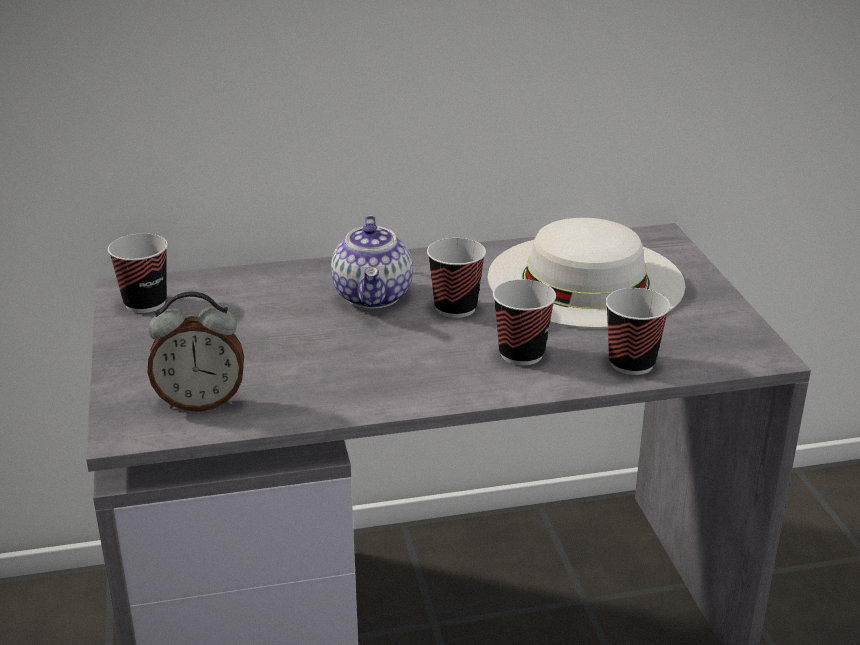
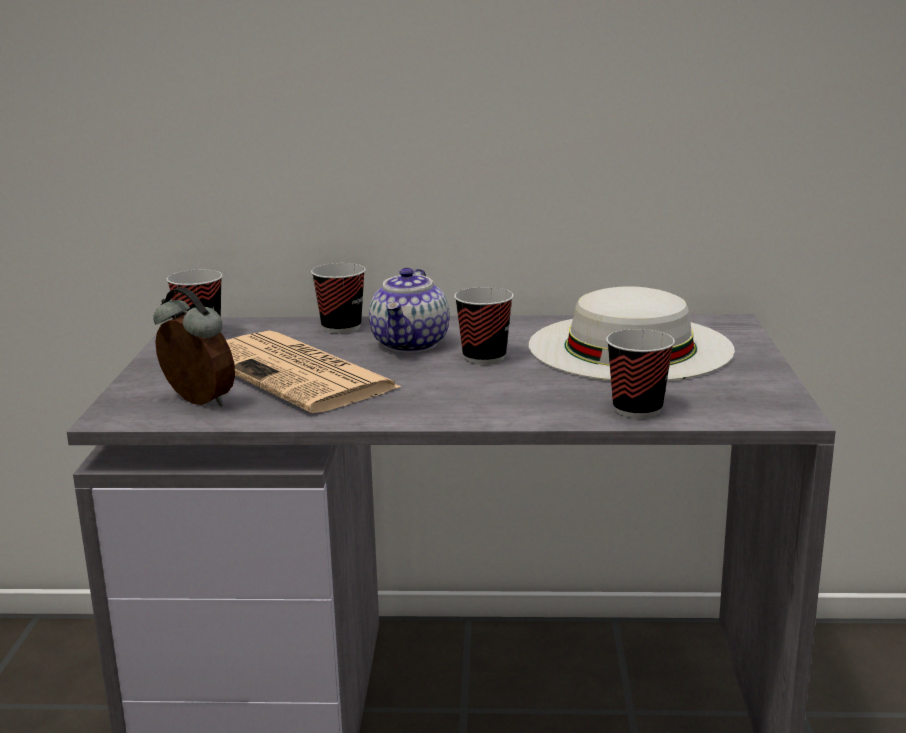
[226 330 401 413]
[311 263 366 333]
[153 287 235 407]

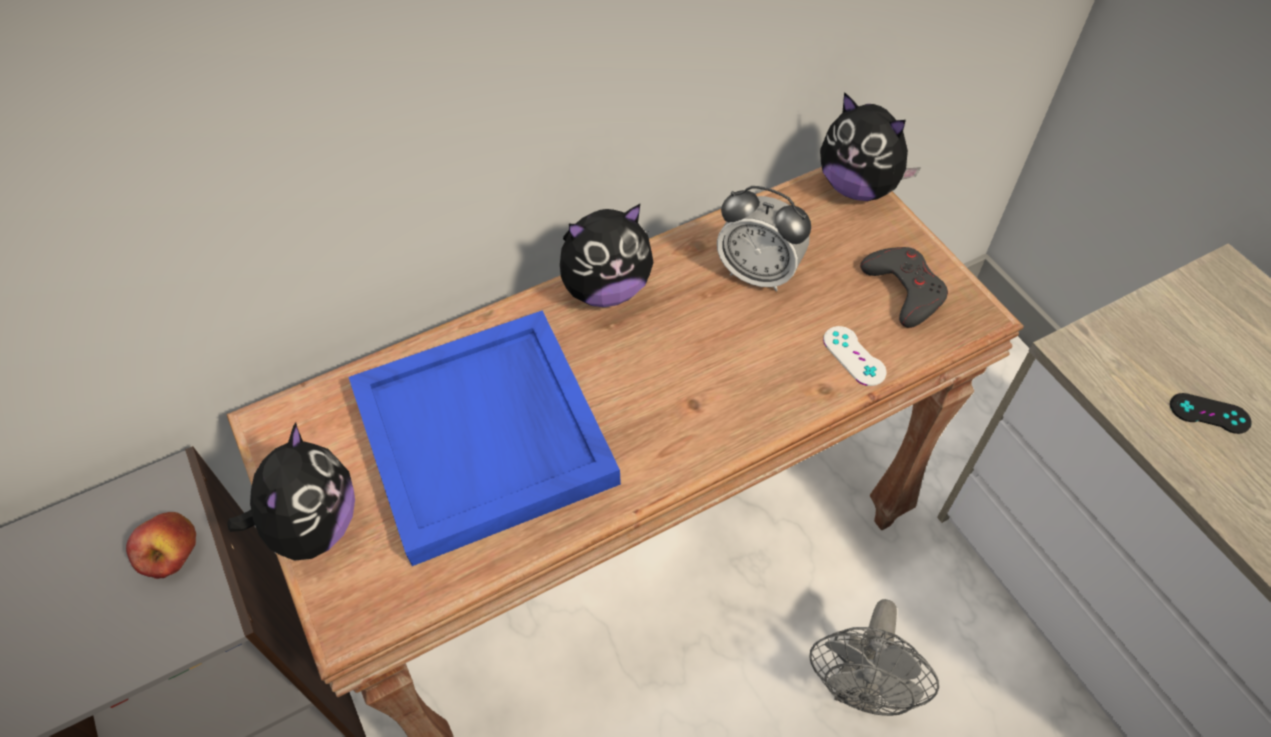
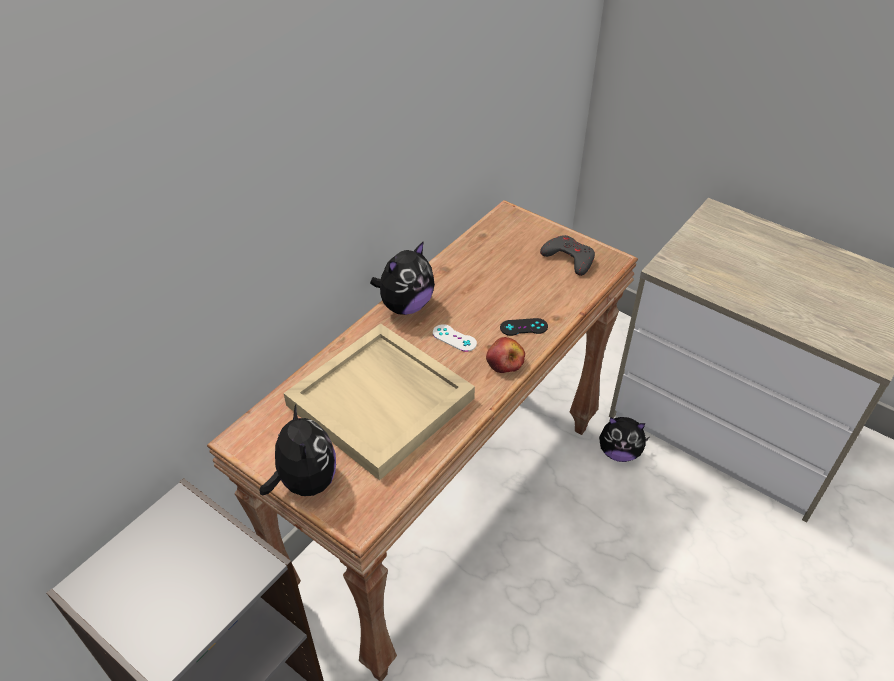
[717 186 811 291] (first image)
[809 599 939 716] (first image)
[486 337 525 373]
[599 417 649 462]
[433 324 477 352]
[500 318 548 336]
[284 323 475 480]

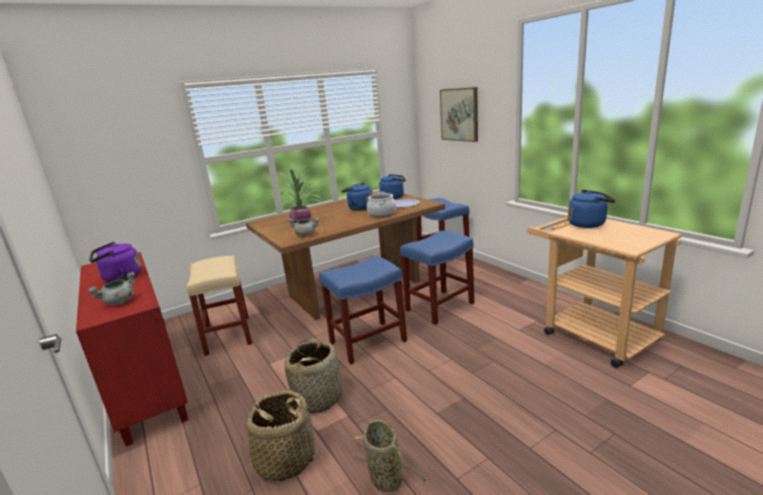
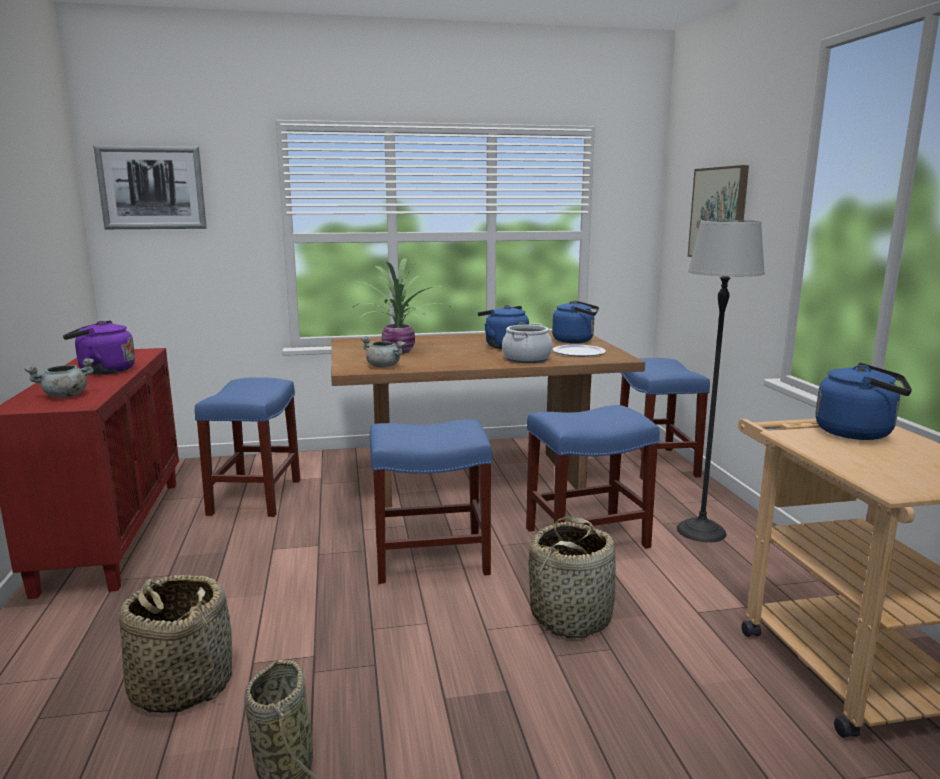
[93 145 207 229]
[677 220 765 542]
[529 517 616 639]
[195 377 300 517]

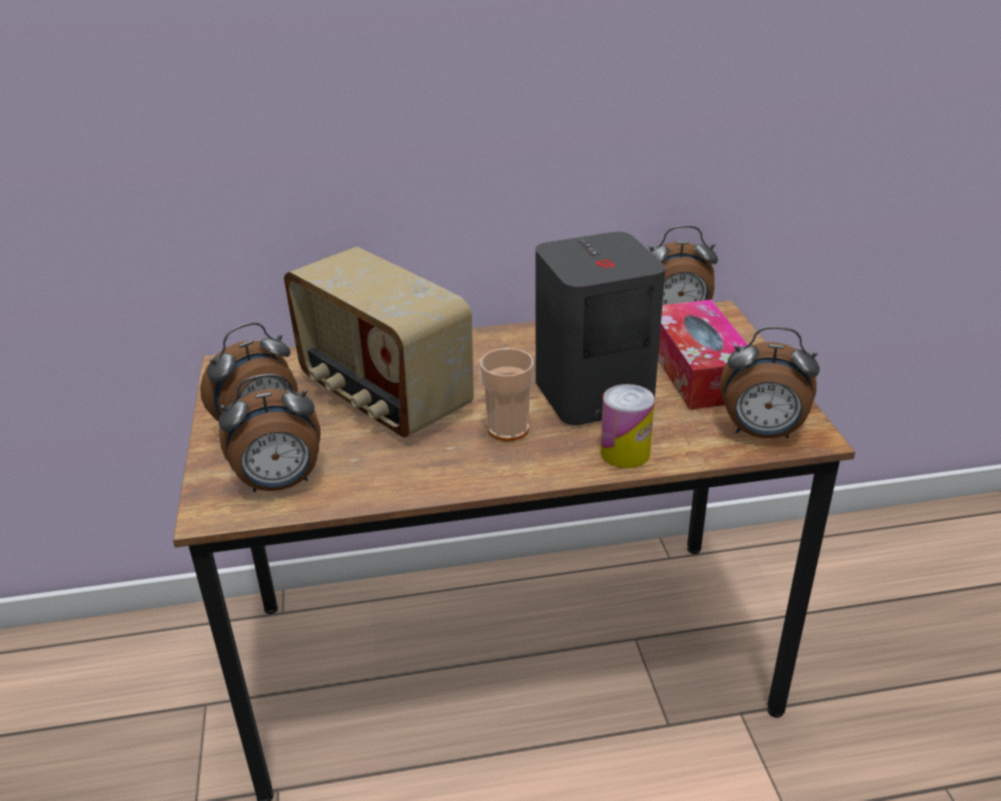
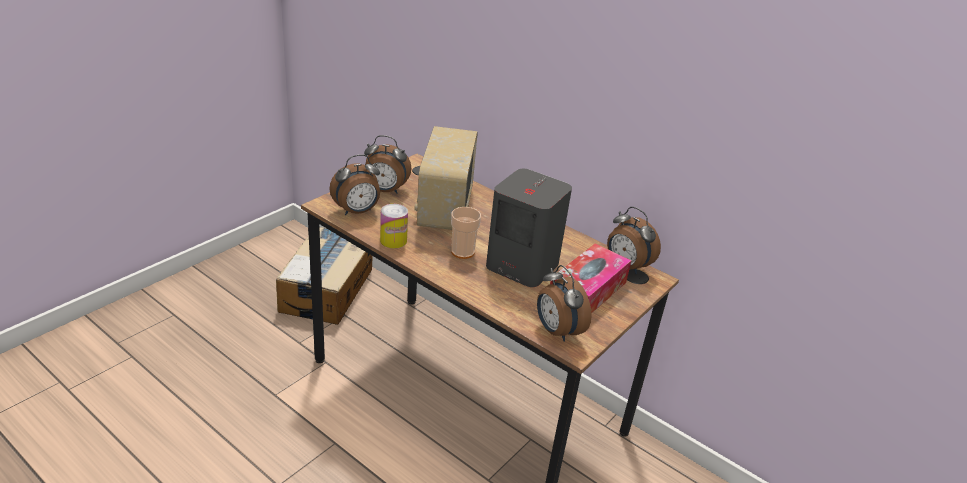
[276 227 372 325]
[380 204 408 248]
[329 154 380 215]

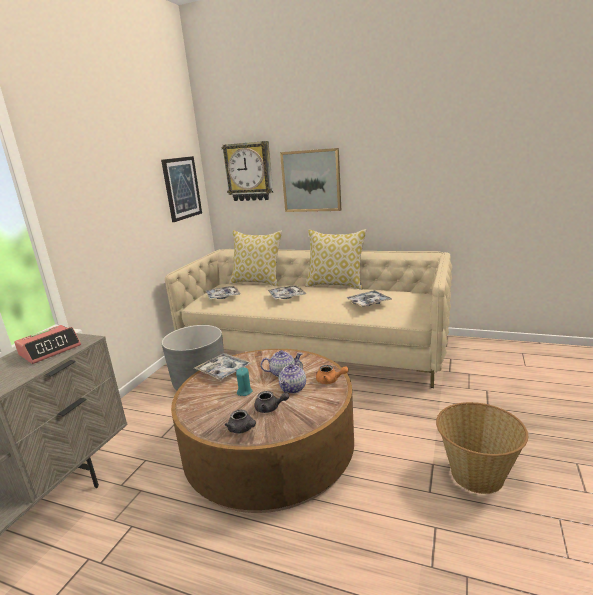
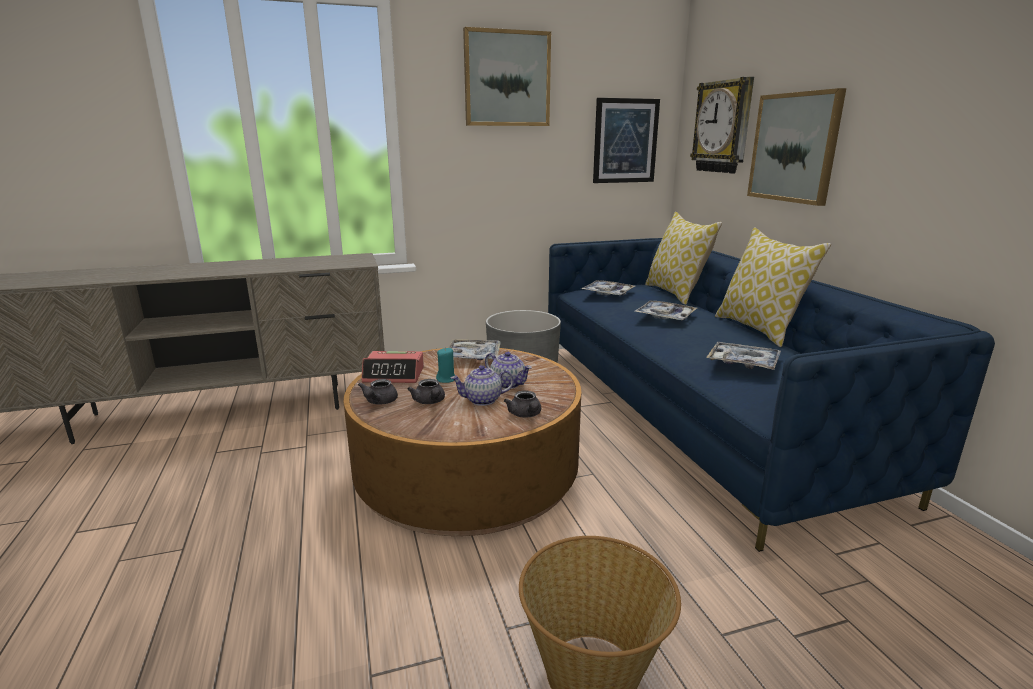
[463 27 551 126]
[361 351 424 383]
[548 238 995 552]
[504 390 541 418]

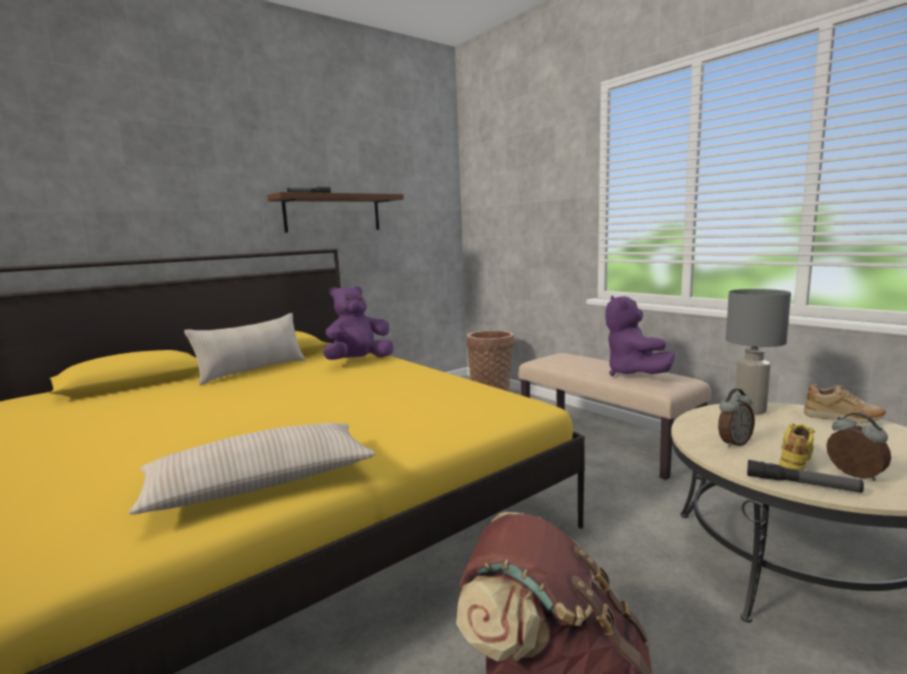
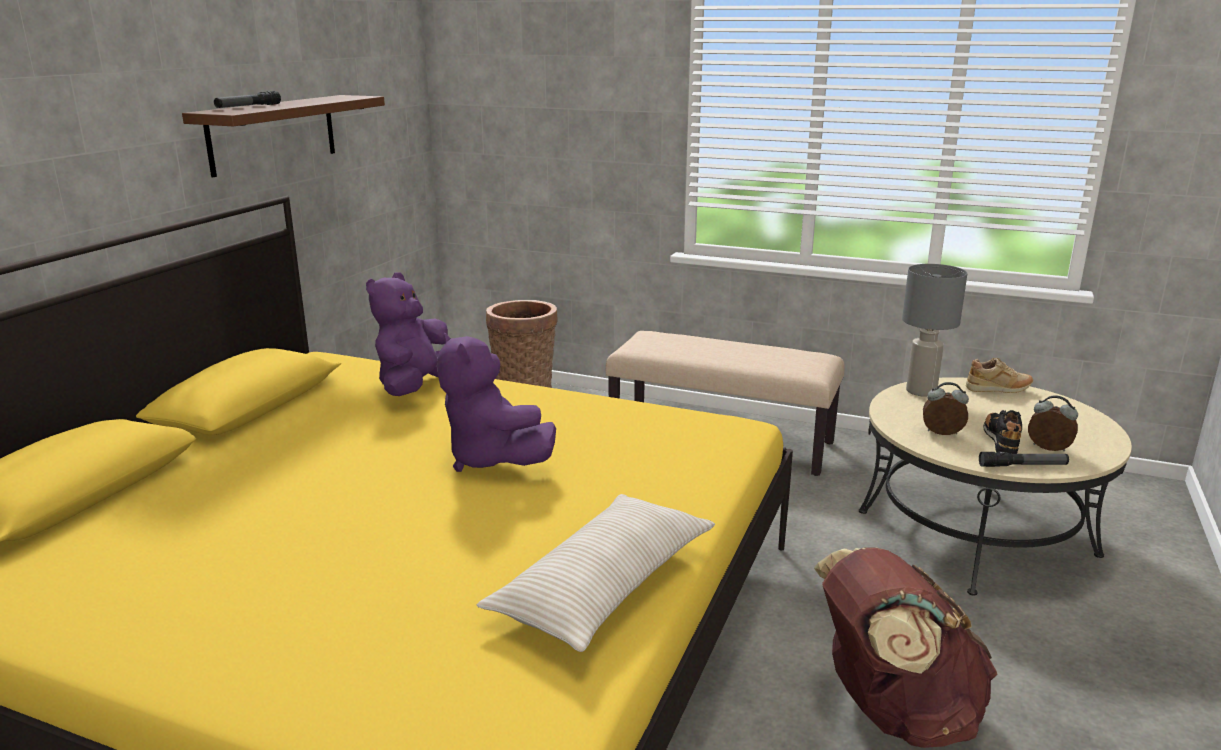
[184 313 305 385] (first image)
[437 333 556 472]
[983 410 1022 454]
[923 382 969 435]

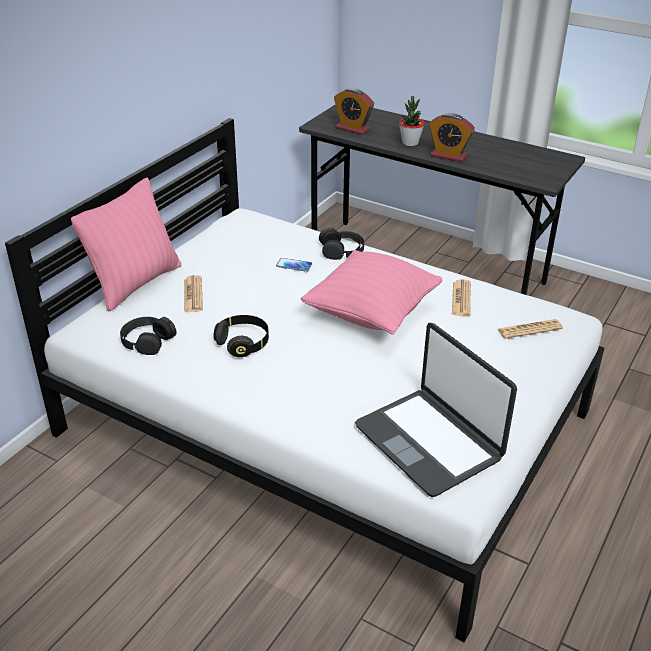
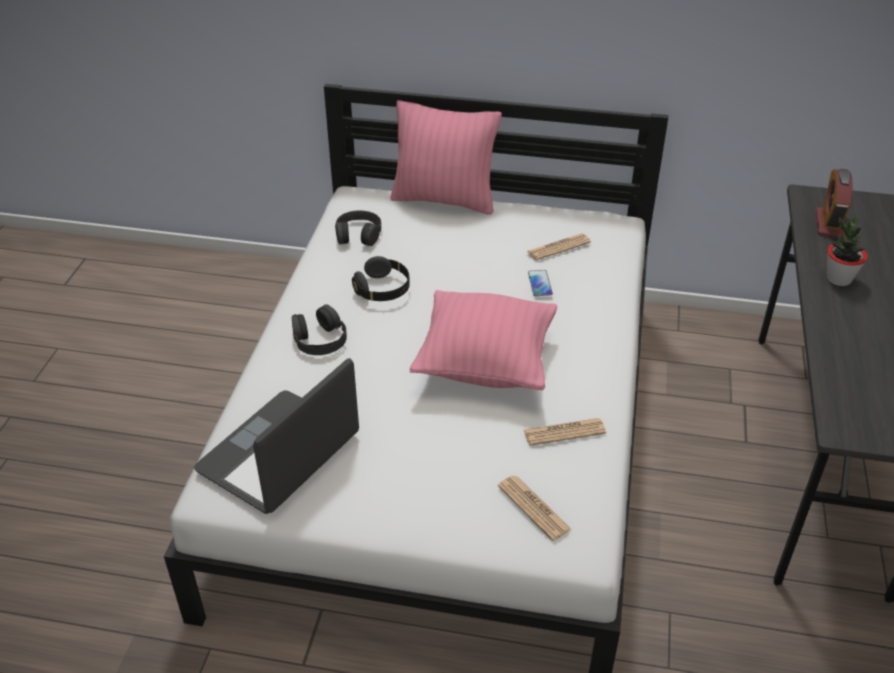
[429 113 475 162] (first image)
[526 233 591 260]
[292 304 347 355]

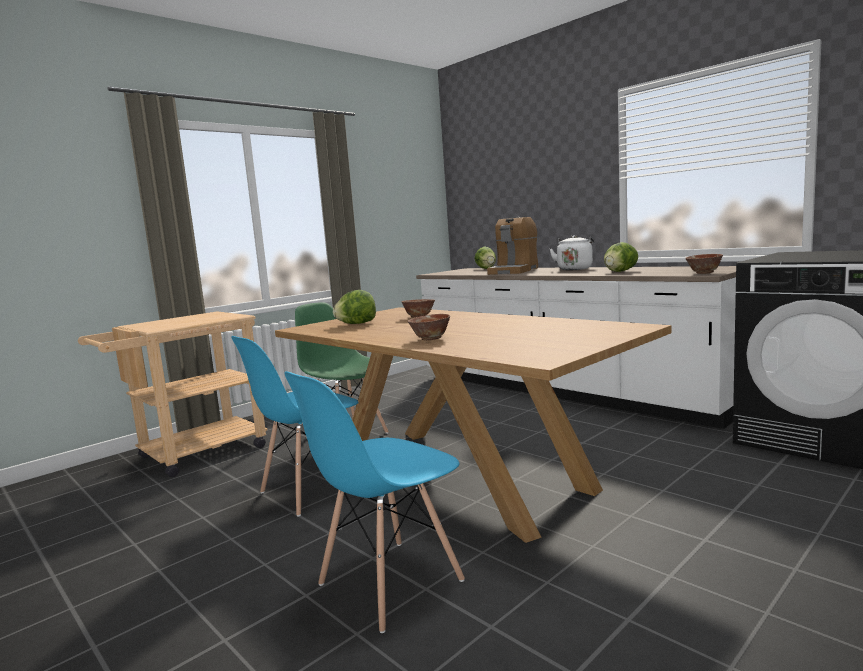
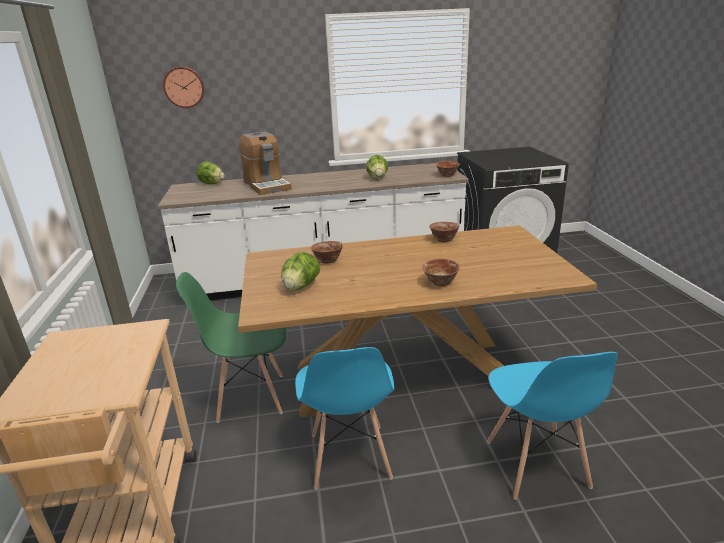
[550 235 594 270] (first image)
[163 67 205 108]
[429 222 460 242]

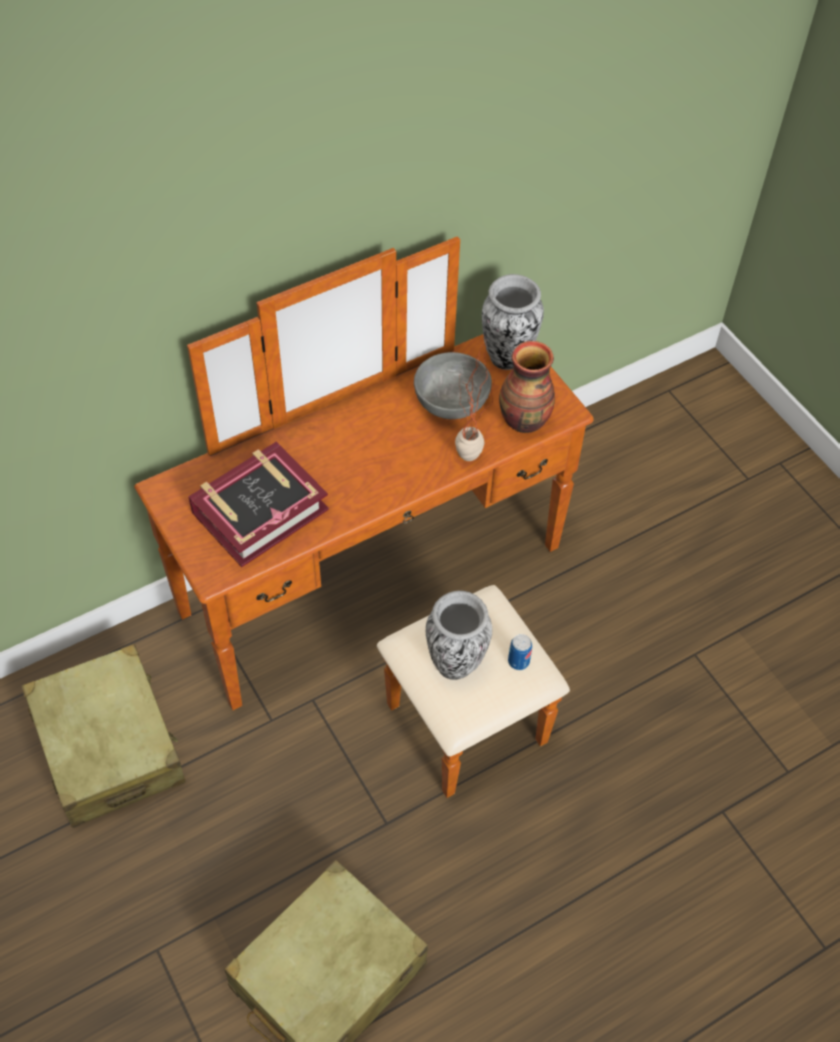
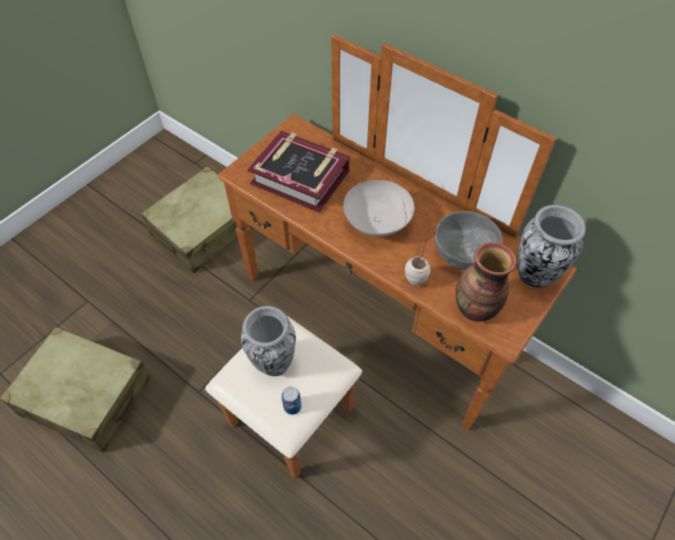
[343 180 414 236]

